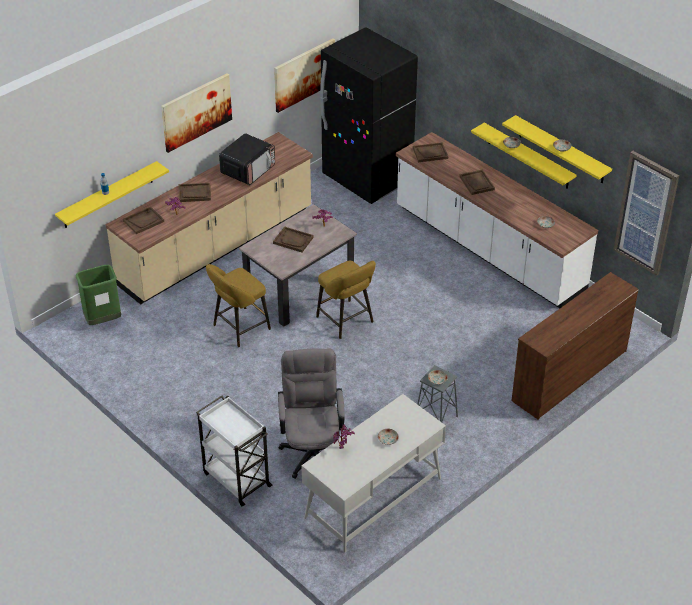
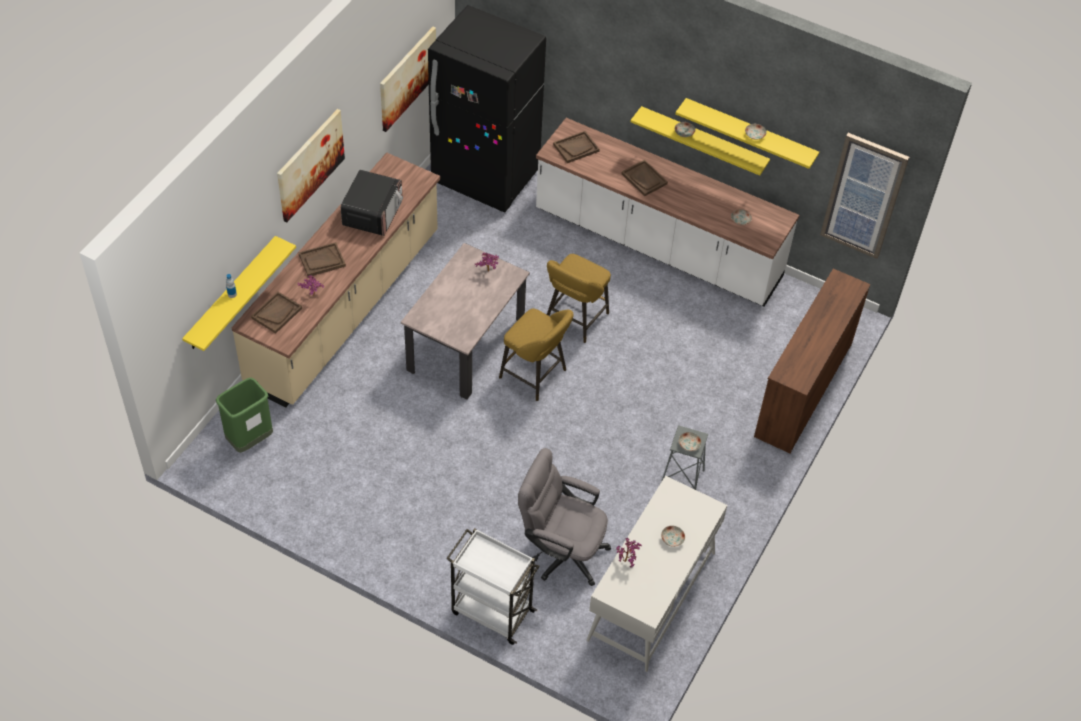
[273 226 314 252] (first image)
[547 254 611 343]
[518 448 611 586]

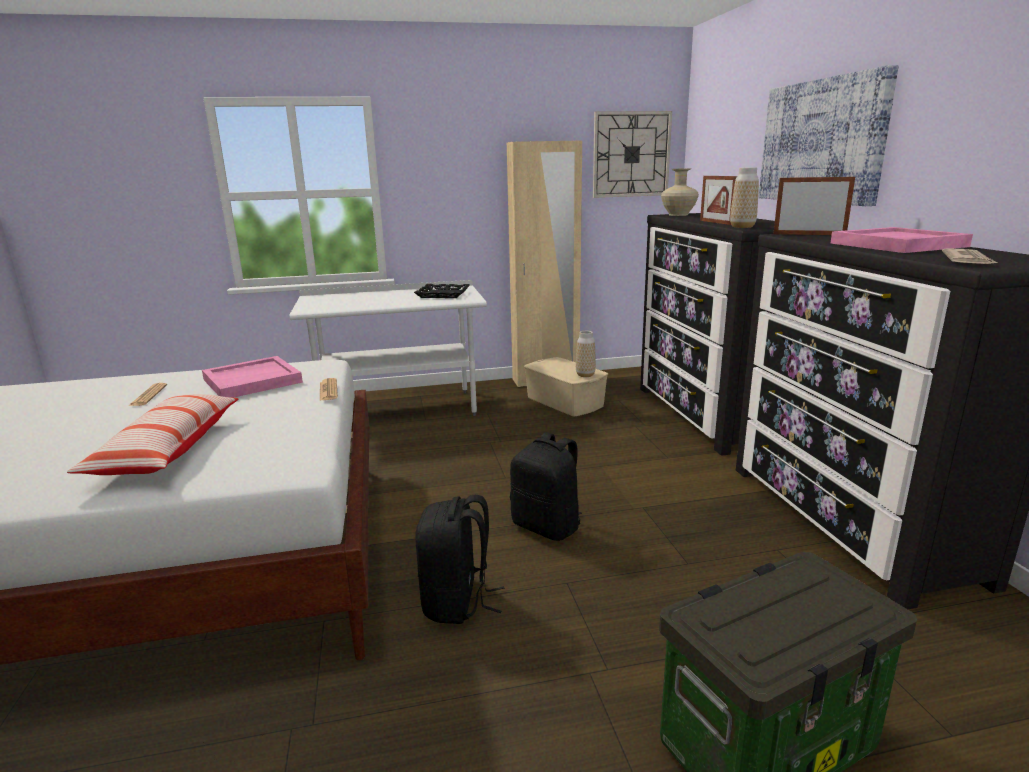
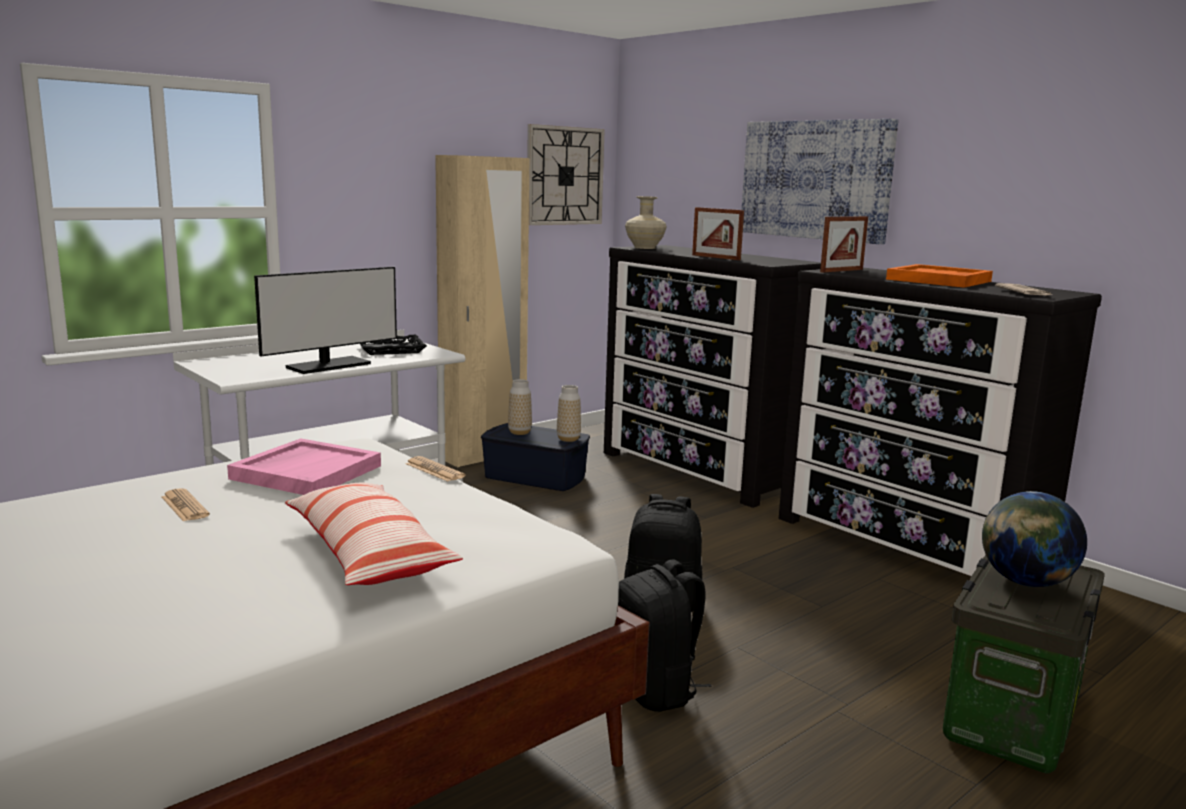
[254 267 397 374]
[982 491 1087 587]
[508 379 532 435]
[481 423 590 491]
[886 264 993 288]
[820 216 868 273]

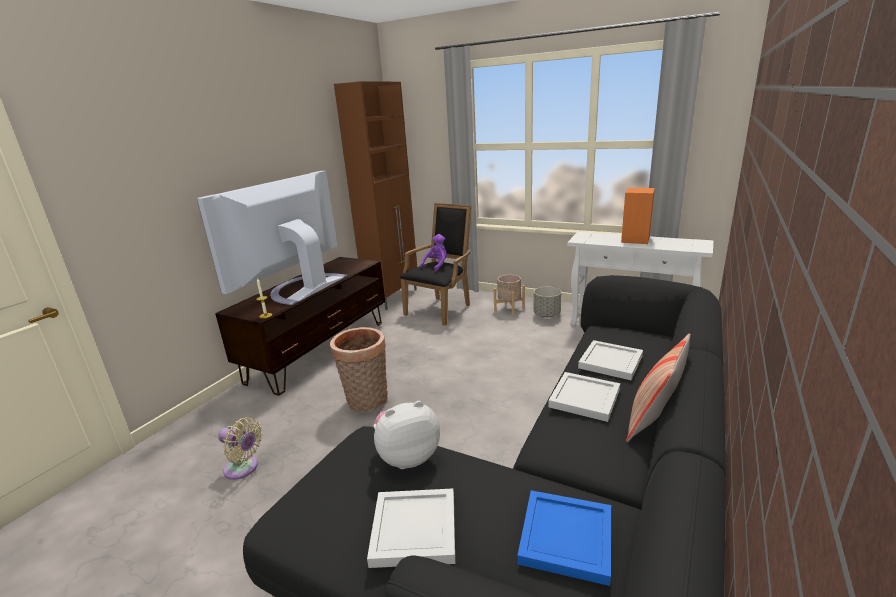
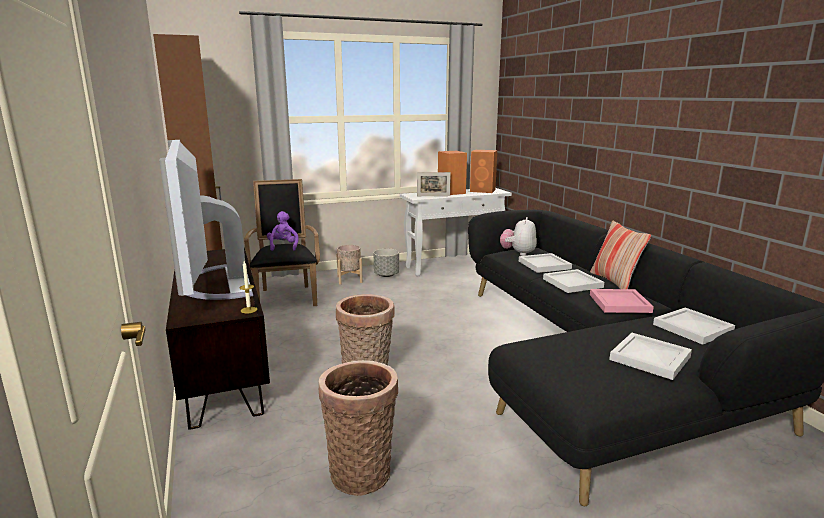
[417 172 451 196]
[470 150 497 193]
[590 289 654 313]
[500 217 537 256]
[319 360 398 496]
[653 307 735 345]

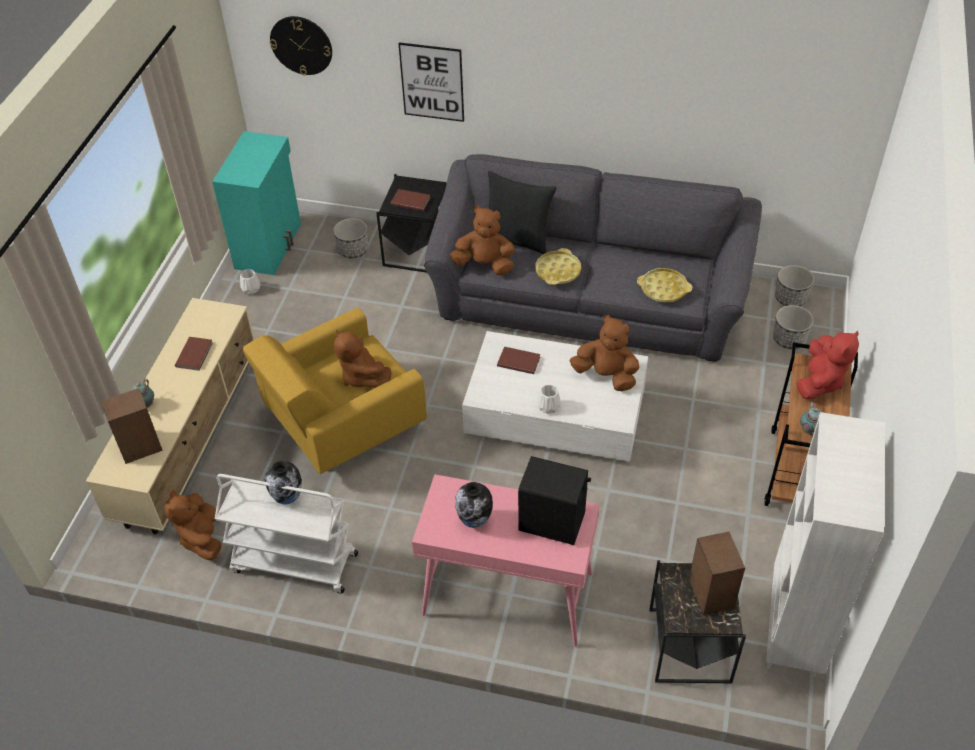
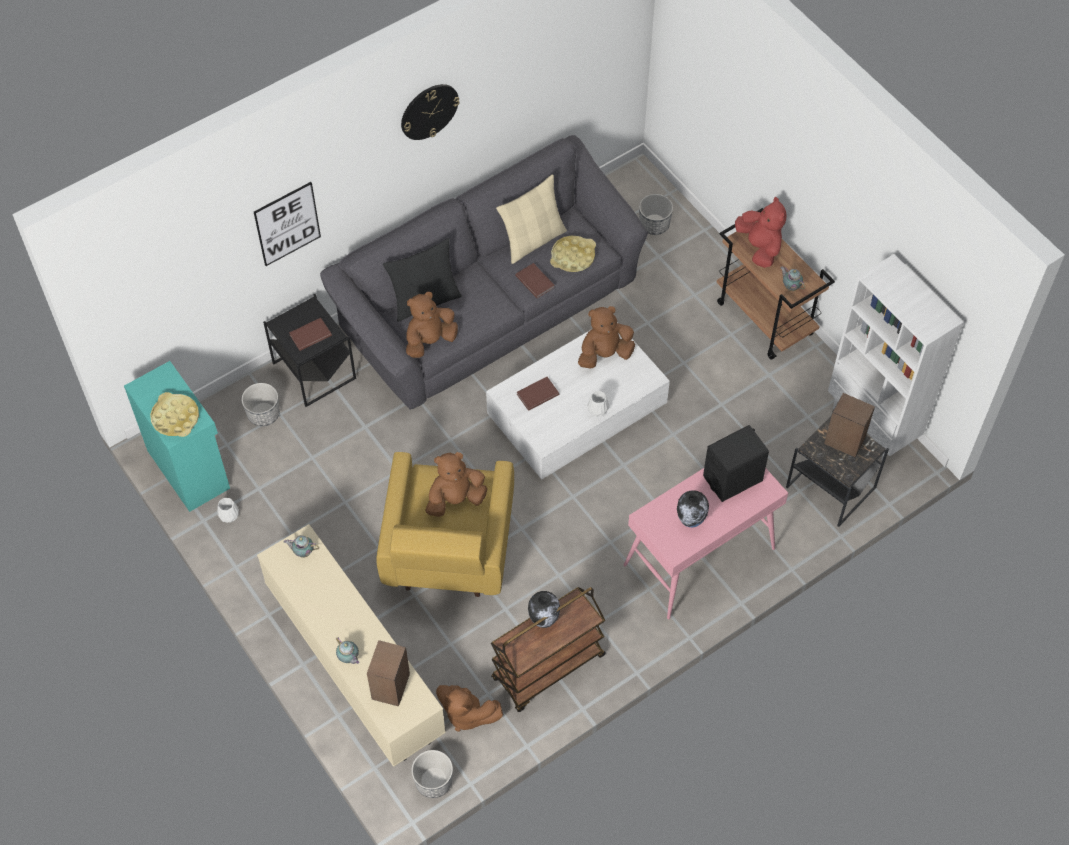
[284 535 319 558]
[496 174 567 264]
[515 263 555 298]
[401 84 460 140]
[150 392 199 437]
[411 750 453 798]
[491 587 606 712]
[425 452 487 517]

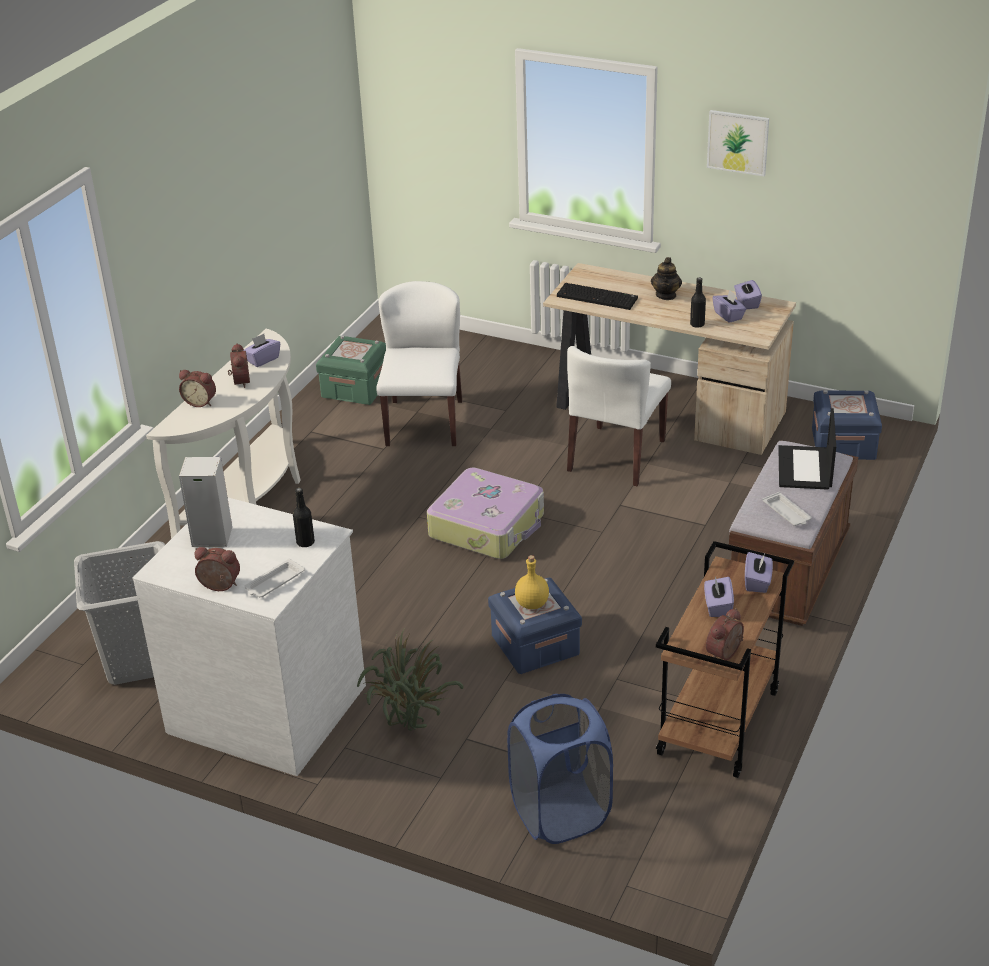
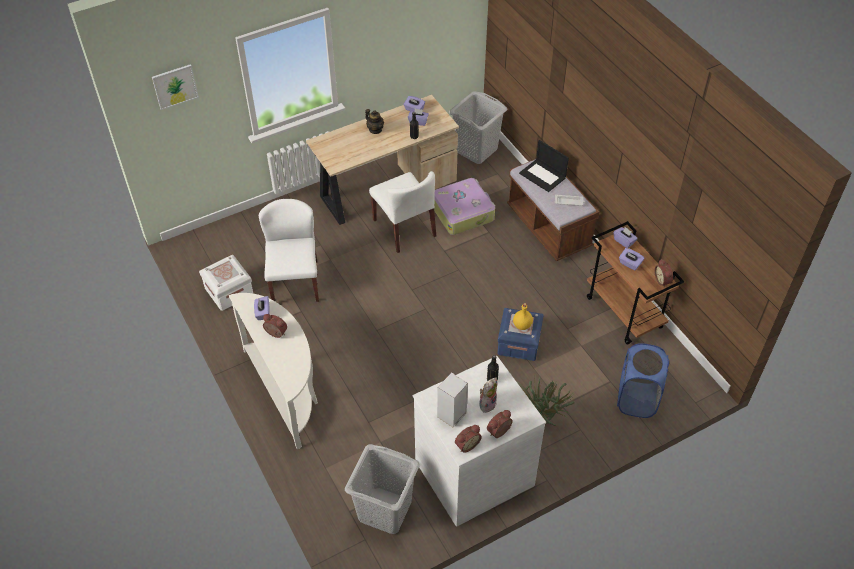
[244 558 305 597] (first image)
[557 283 638 310] (first image)
[480 377 497 413]
[455 425 482 453]
[434 178 495 235]
[152 64 199 110]
[449 91 508 164]
[199 255 253 311]
[259 199 319 302]

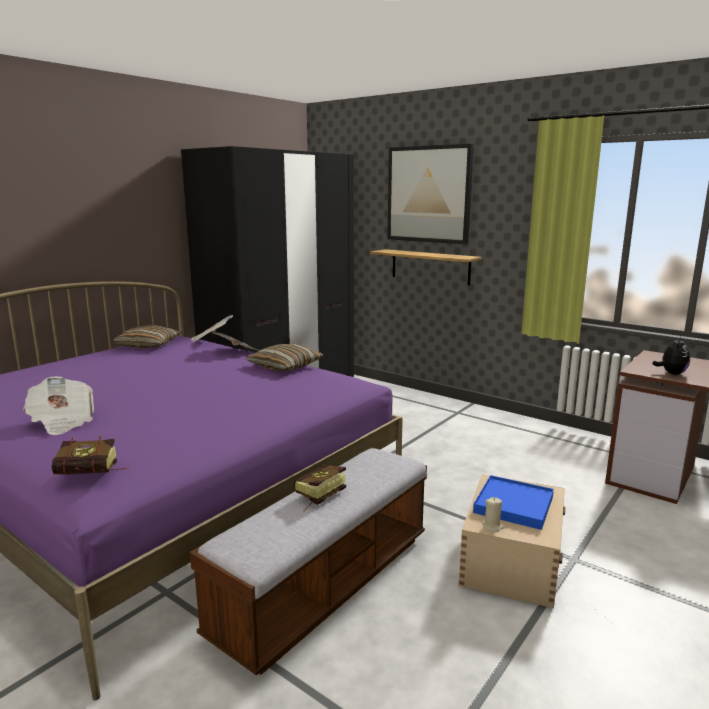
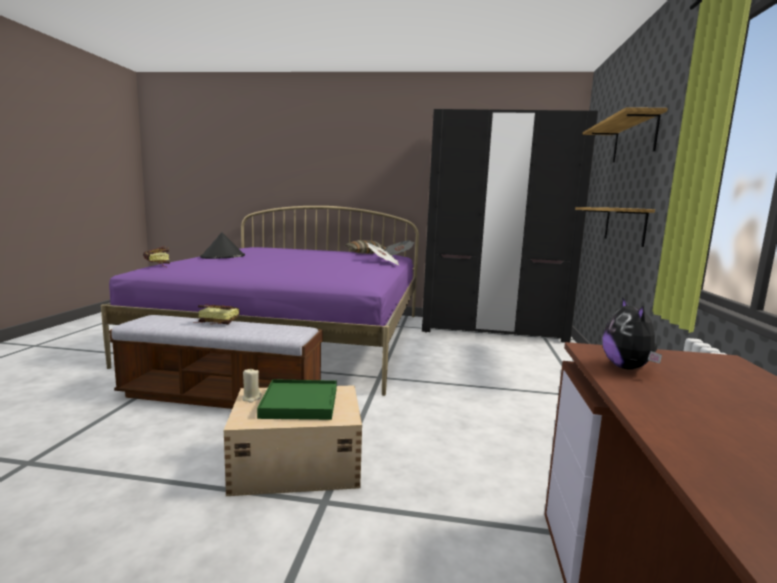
[245 344 323 371] (first image)
[200 232 245 259]
[583 107 668 163]
[257 379 337 420]
[602 297 662 370]

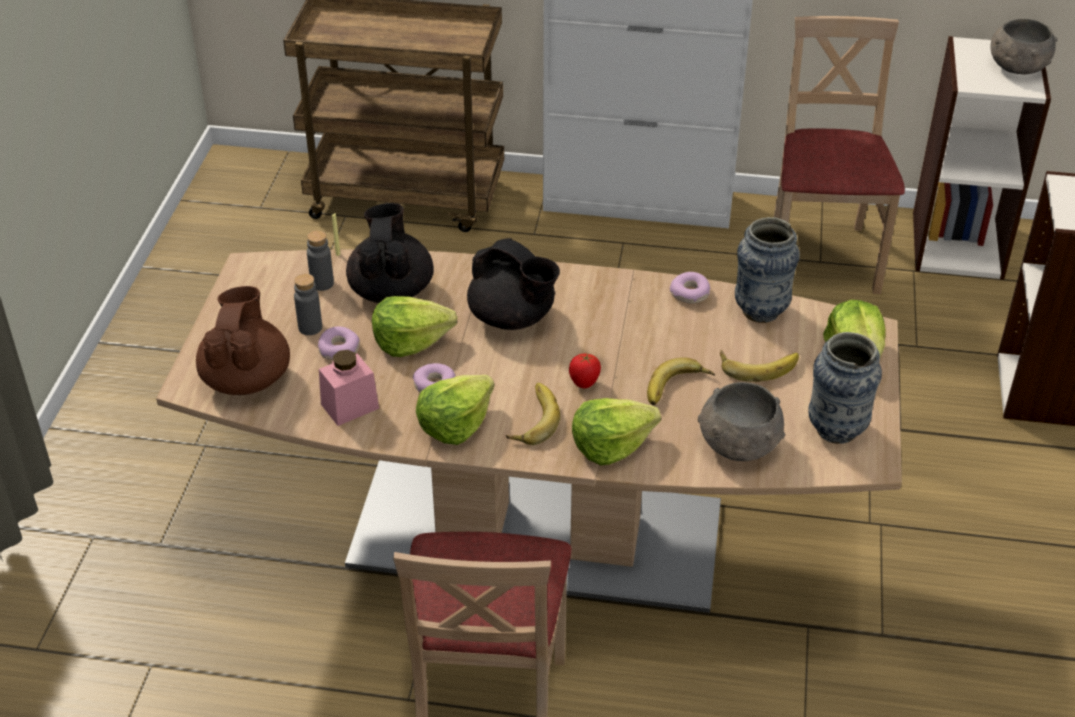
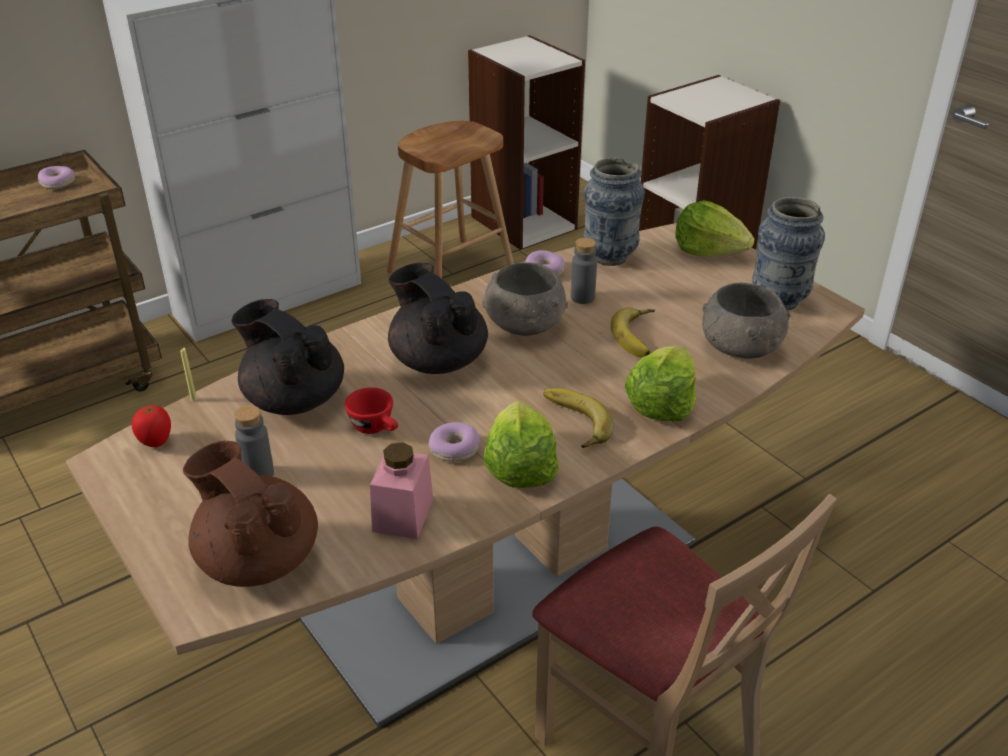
[720 349 799 382] (first image)
[571 238 597 304]
[38 166 75 190]
[132 405 171 447]
[482 262 568 336]
[345 387 398 434]
[387 121 514 278]
[388 262 488 374]

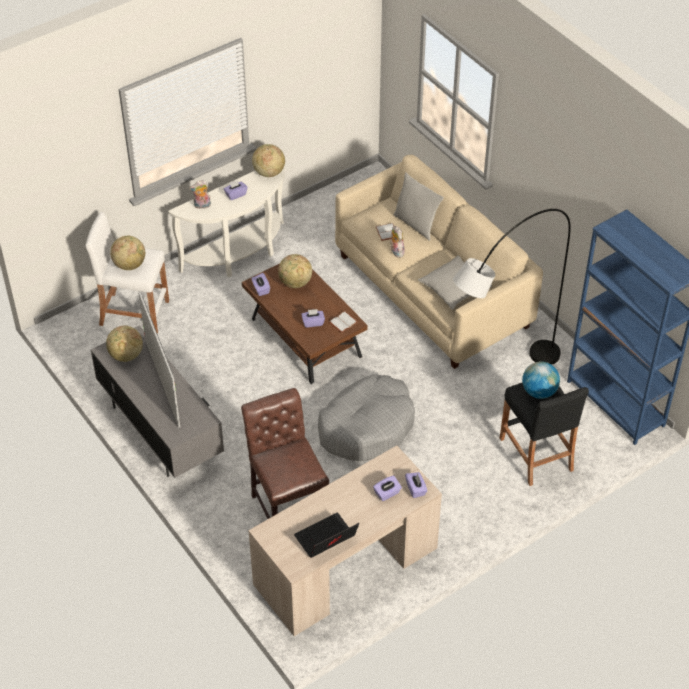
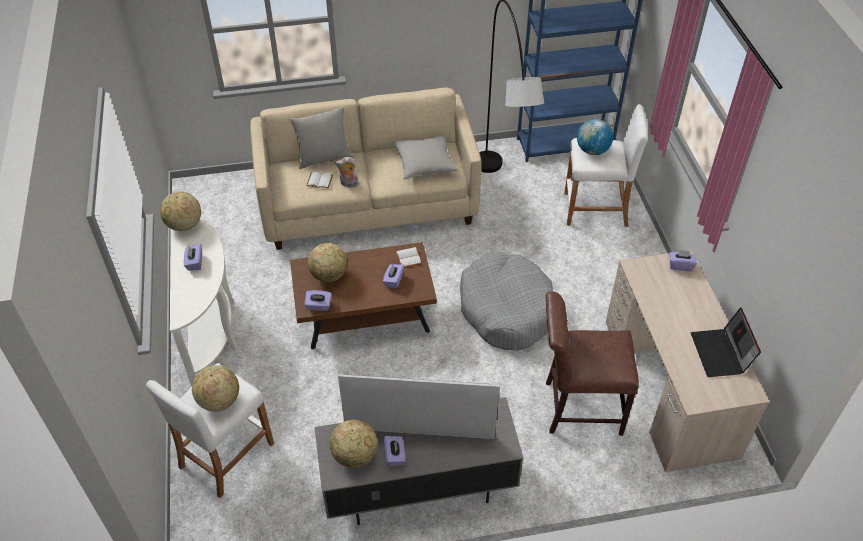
[189 180 211 209] (first image)
[384 436 405 467]
[564 104 648 227]

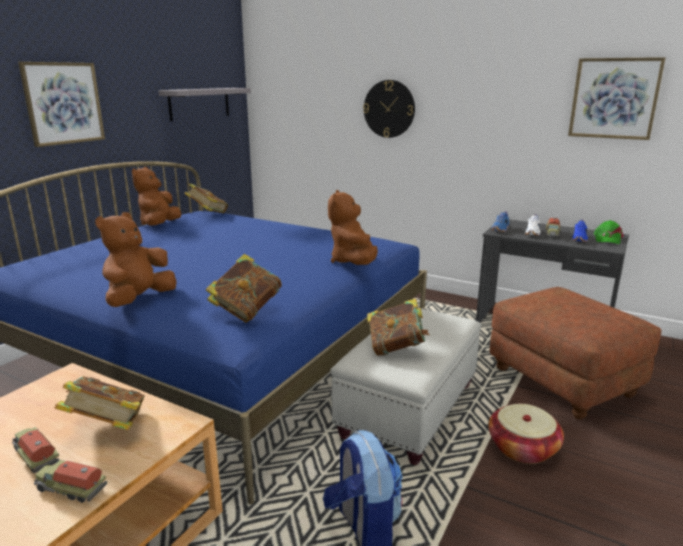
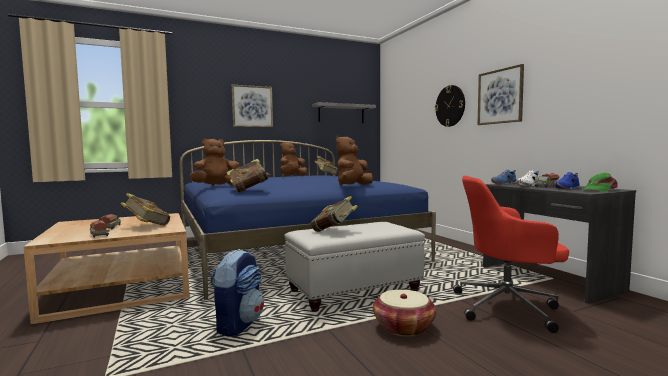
[477 64 524 125]
[453 176 569 333]

